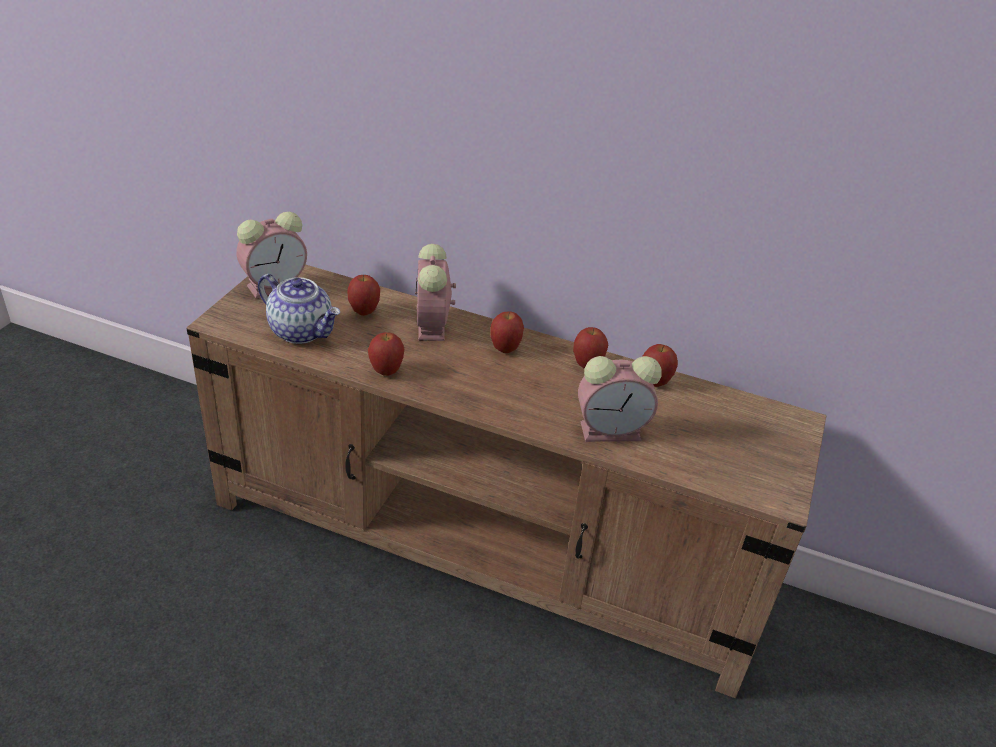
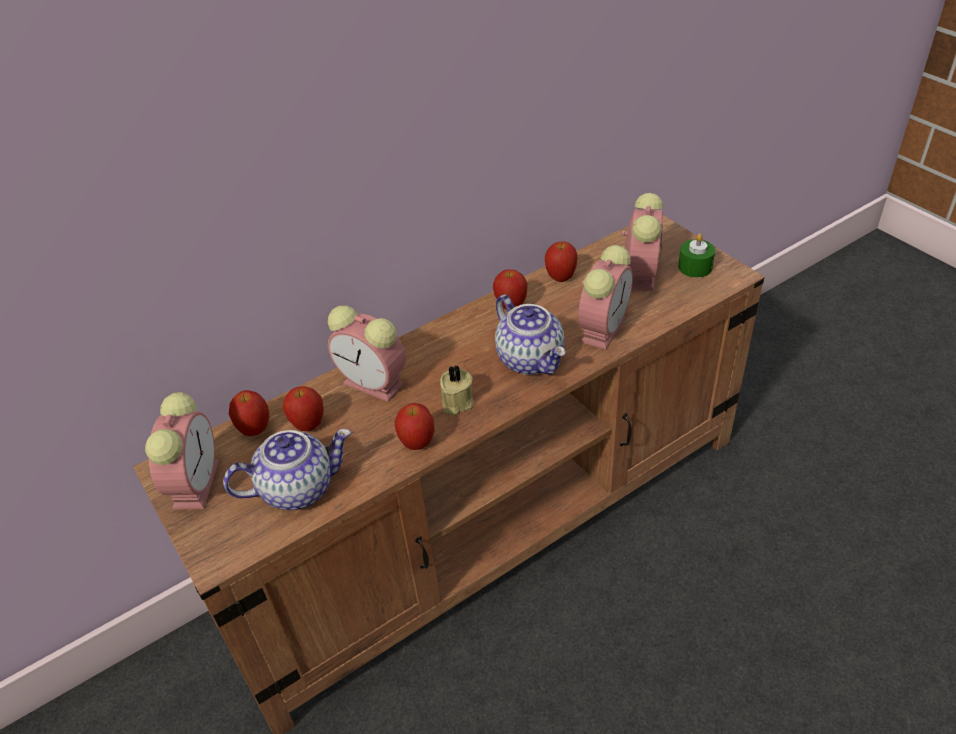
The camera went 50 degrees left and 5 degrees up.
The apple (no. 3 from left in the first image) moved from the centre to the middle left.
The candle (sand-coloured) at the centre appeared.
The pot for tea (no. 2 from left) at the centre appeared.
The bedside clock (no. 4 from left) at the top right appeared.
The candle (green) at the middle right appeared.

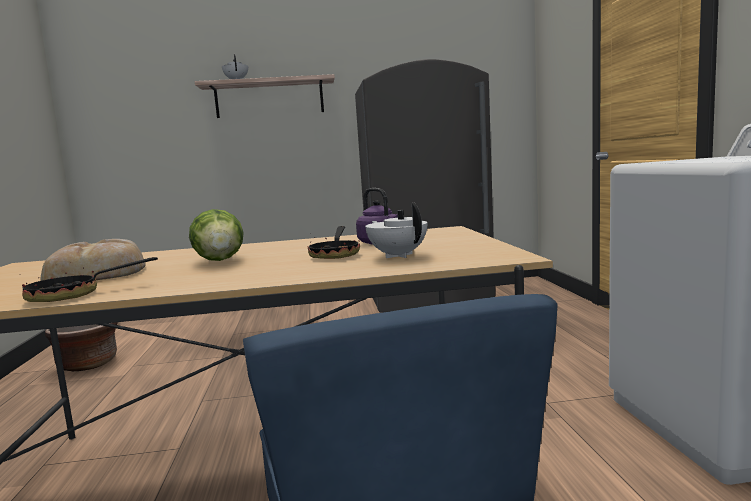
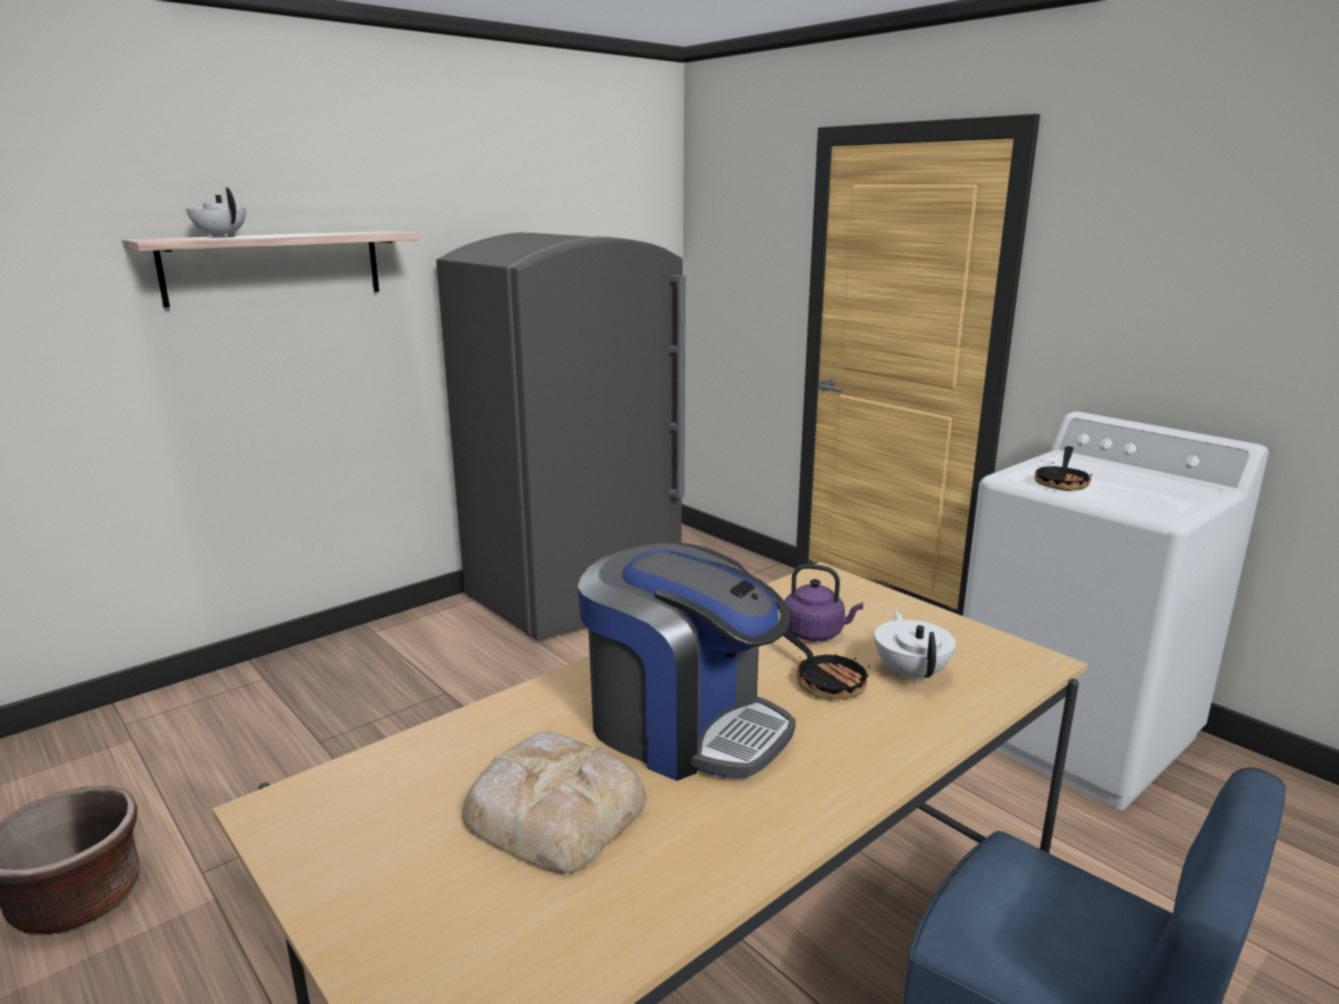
The camera went 35 degrees left and 10 degrees up.
The lettuce at the middle left was replaced by the coffee machine at the centre.
The pot for tea (white) (no. 2 from left) at the centre turned 60 degrees clockwise.
The frying pan (no. 1 from left in the first image) moved from the middle left to the middle right.

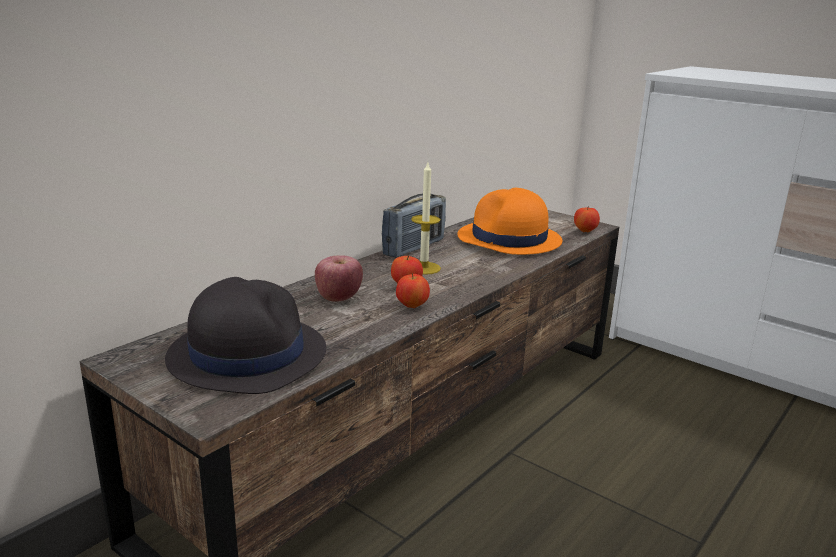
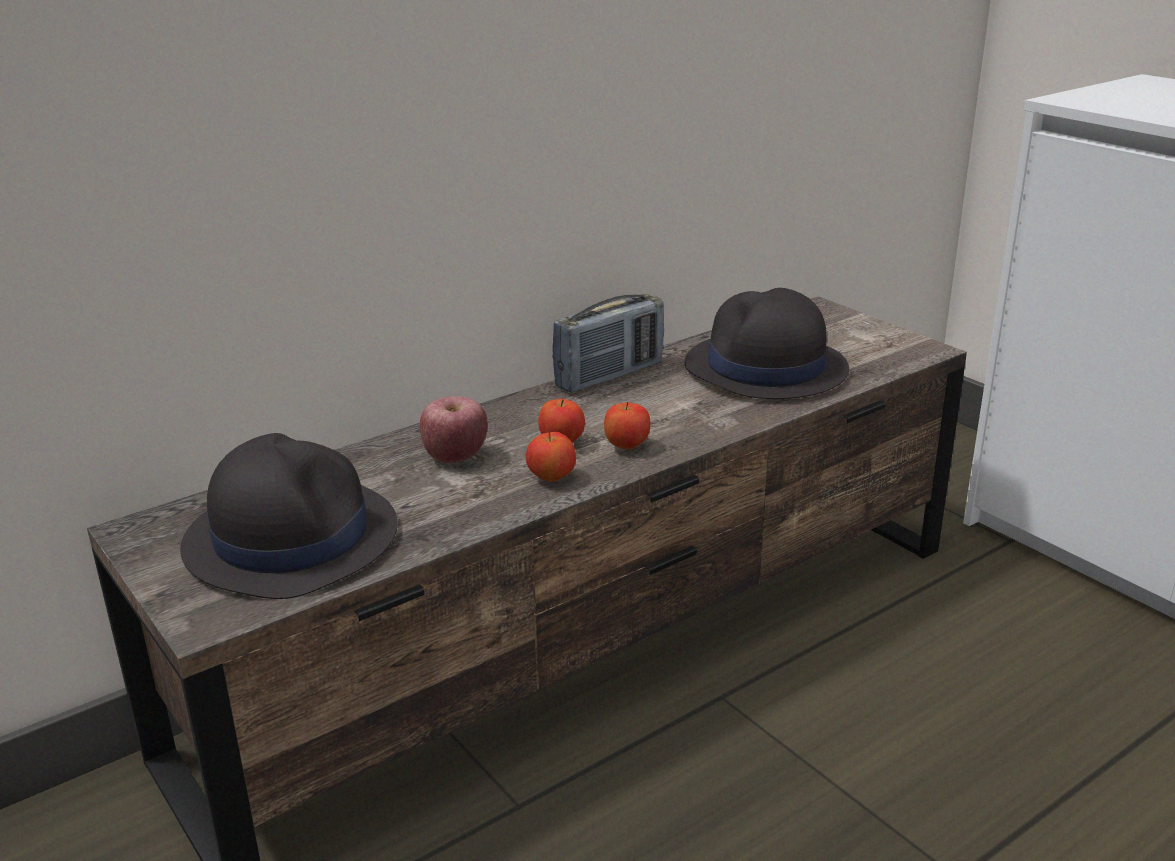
The camera went 15 degrees right and 5 degrees up.
The apple (no. 4 from left) moved from the middle right to the centre.
The wearable hat (orange-coloured) at the centre became the wearable hat (black) (no. 2 from left) at the centre.
The candle at the centre disappeared.

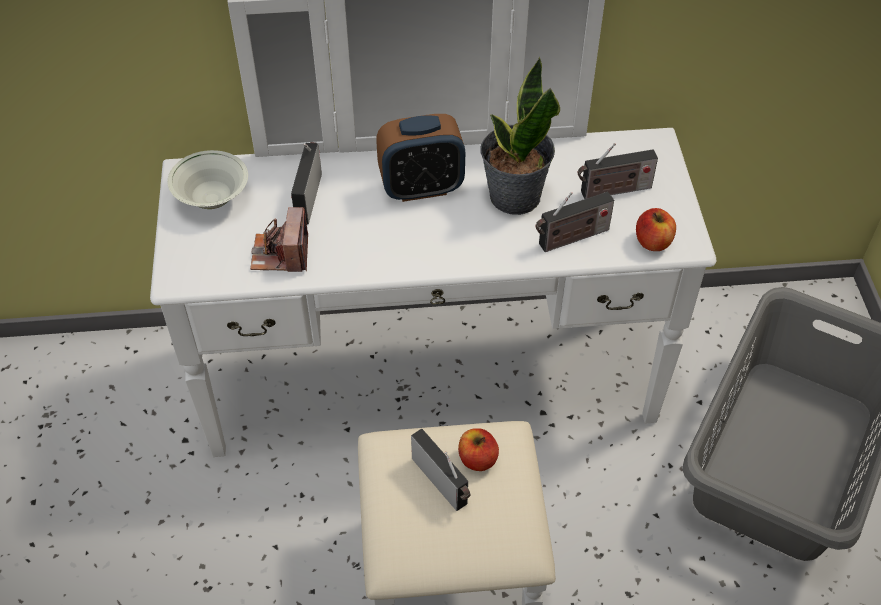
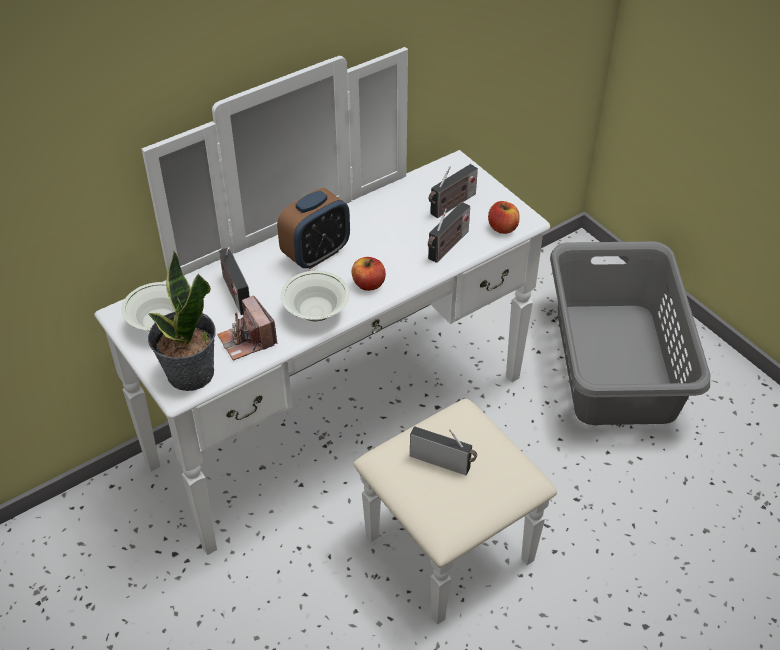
The camera went 30 degrees left and 5 degrees down.
The potted plant moved from the top centre to the middle left.
The serving bowl (white) (no. 2 from left) at the centre appeared.
The apple (no. 1 from left) moved from the bottom centre to the centre.

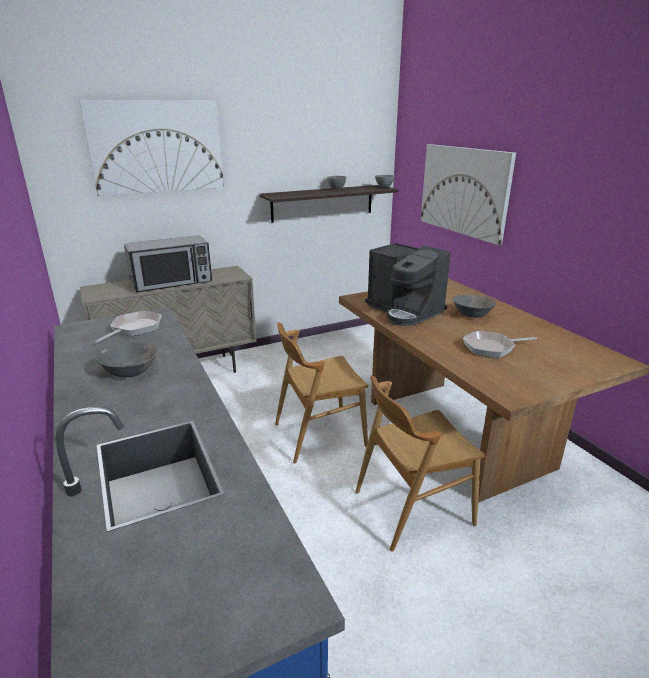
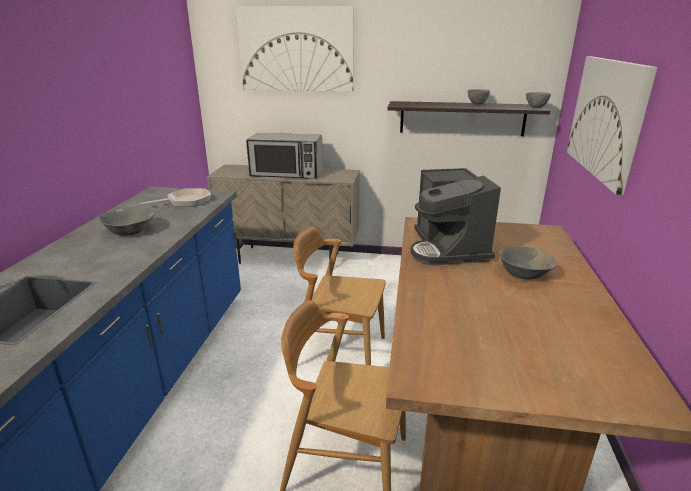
The camera went 35 degrees right and 0 degrees up.
The frying pan (no. 2 from left) at the middle right disappeared.

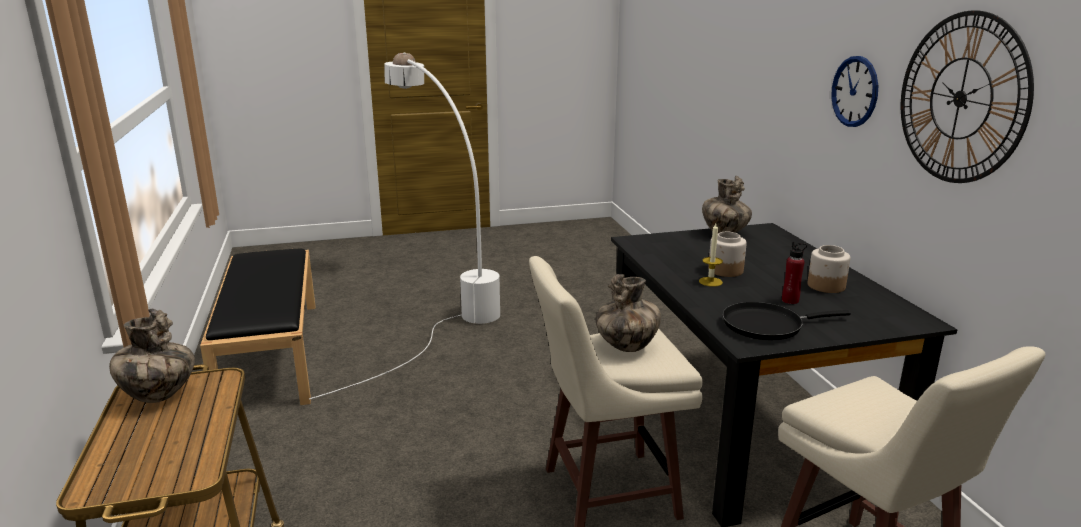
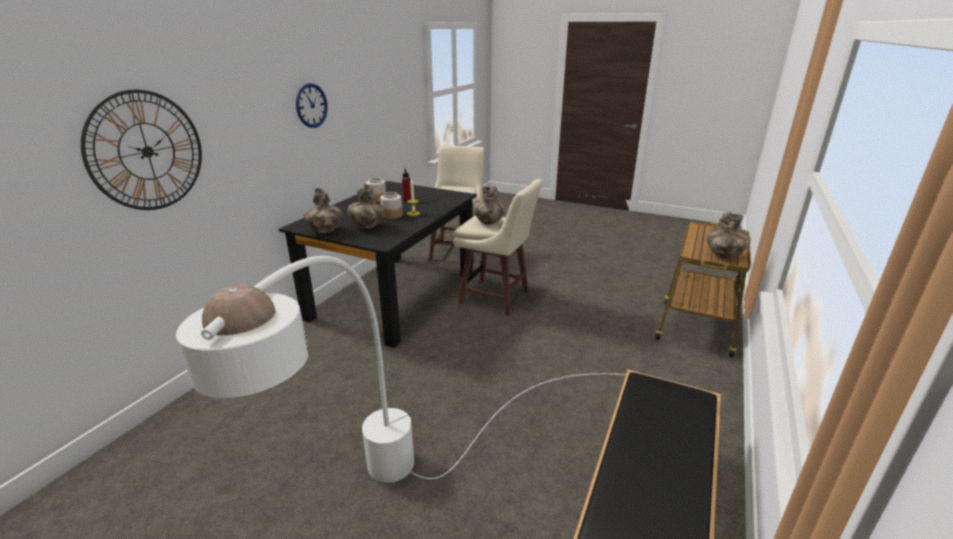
The camera went 140 degrees left and 5 degrees up.
The clock on the wall (no. 2 from left in the first image) moved from the top right to the top left.
The flower vase (no. 2 from left) at the centre appeared.
The frying pan (black) at the middle right disappeared.

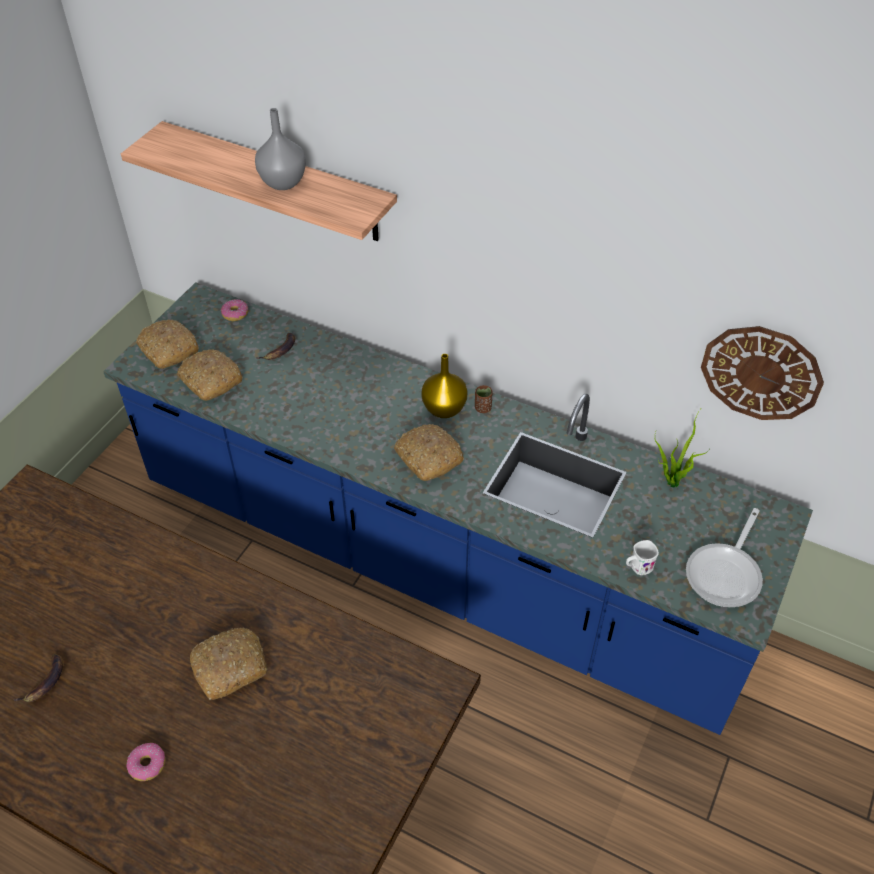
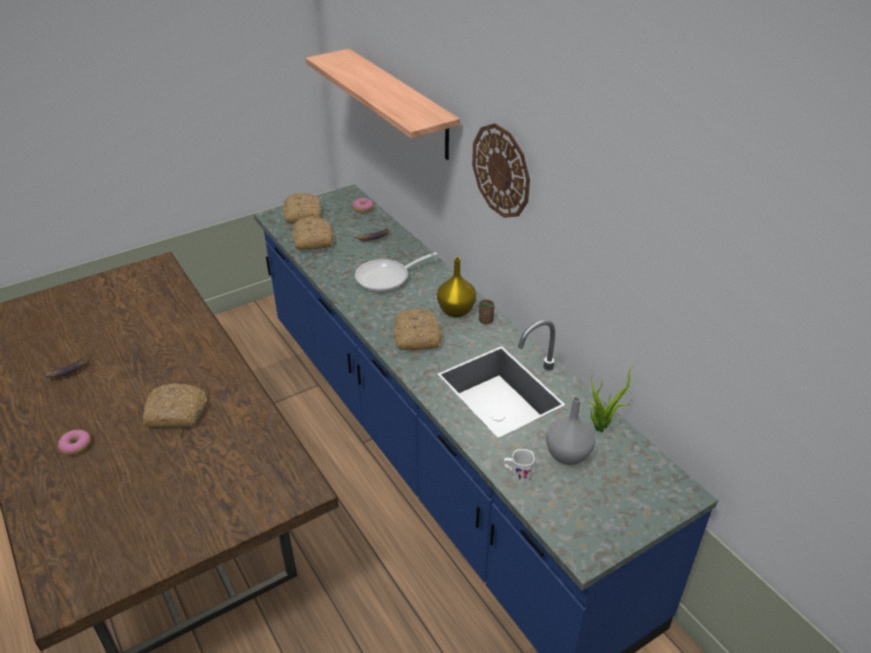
The camera went 30 degrees right and 10 degrees down.
The frying pan moved from the middle right to the centre.
The clock on the wall moved from the middle right to the top centre.
The flower vase (greyish) moved from the top left to the centre.

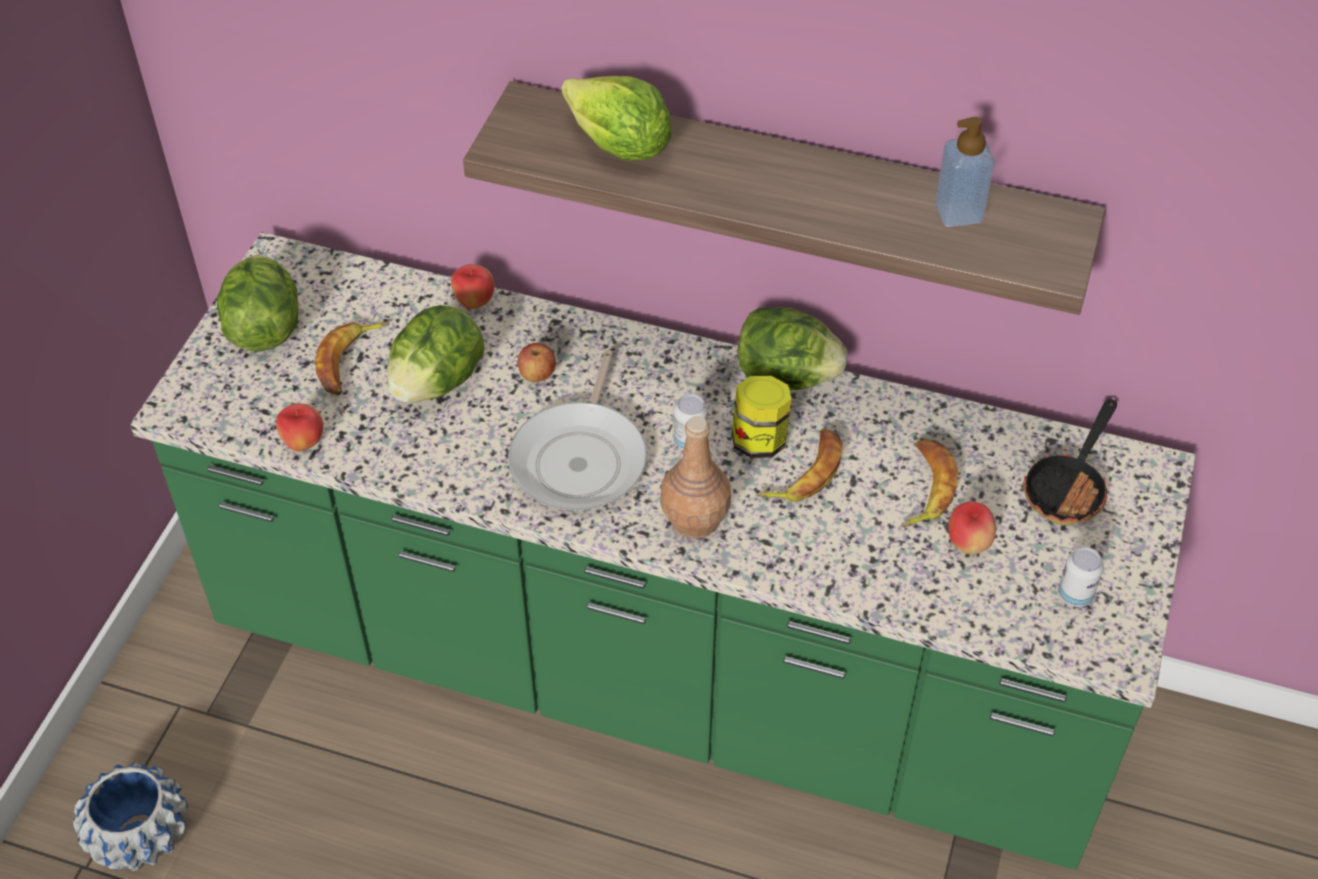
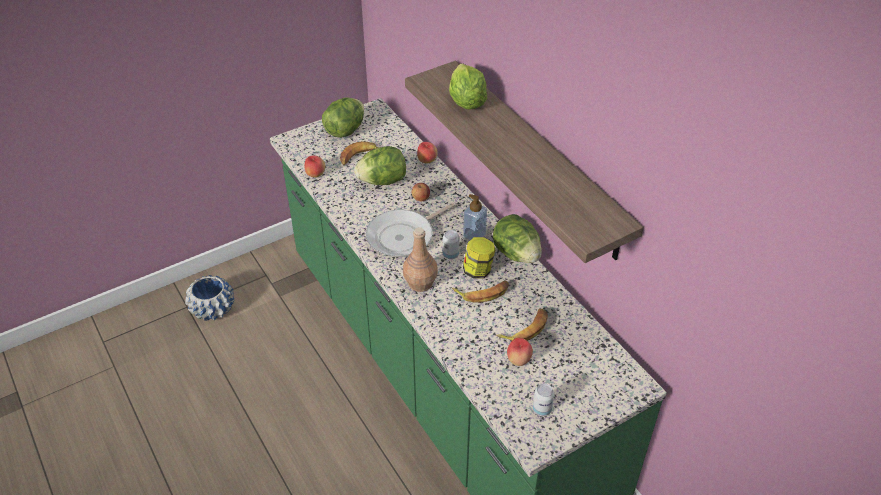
The camera went 40 degrees right and 5 degrees down.
The soap bottle moved from the top right to the centre.
The frying pan (no. 2 from left) at the middle right disappeared.

